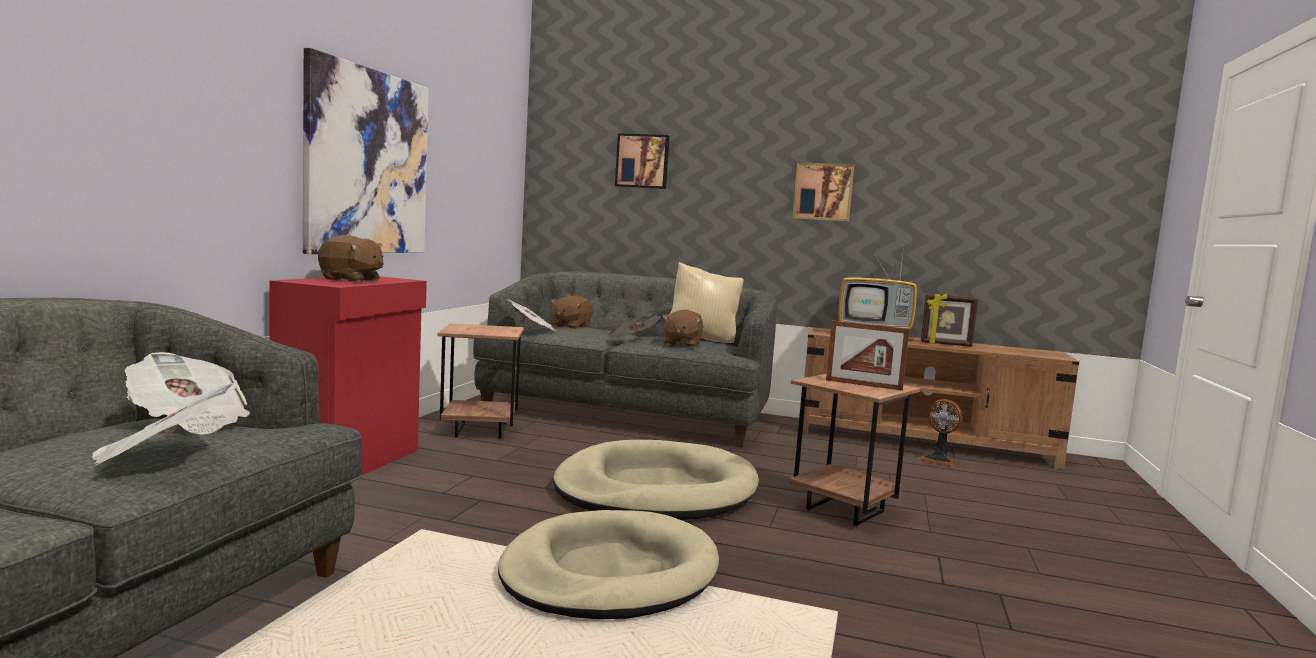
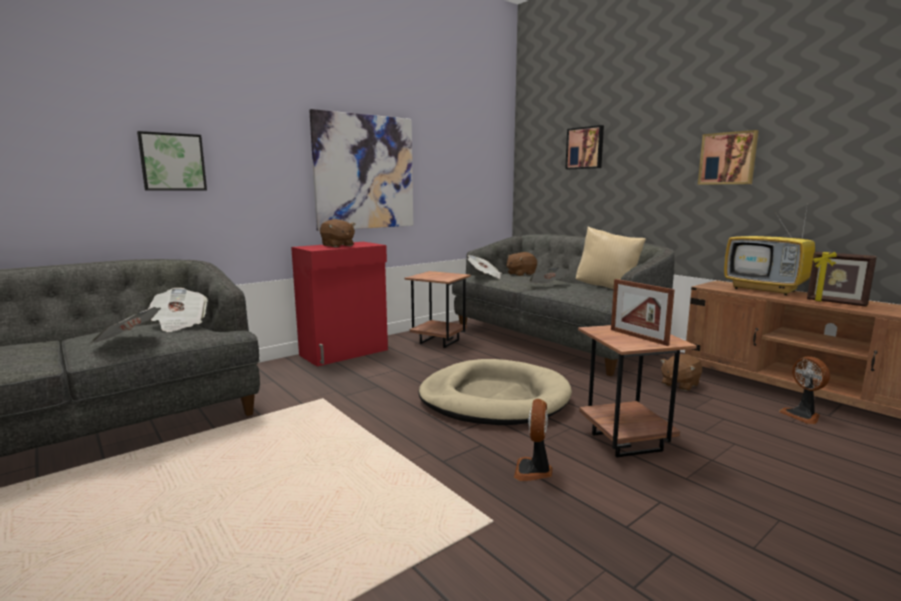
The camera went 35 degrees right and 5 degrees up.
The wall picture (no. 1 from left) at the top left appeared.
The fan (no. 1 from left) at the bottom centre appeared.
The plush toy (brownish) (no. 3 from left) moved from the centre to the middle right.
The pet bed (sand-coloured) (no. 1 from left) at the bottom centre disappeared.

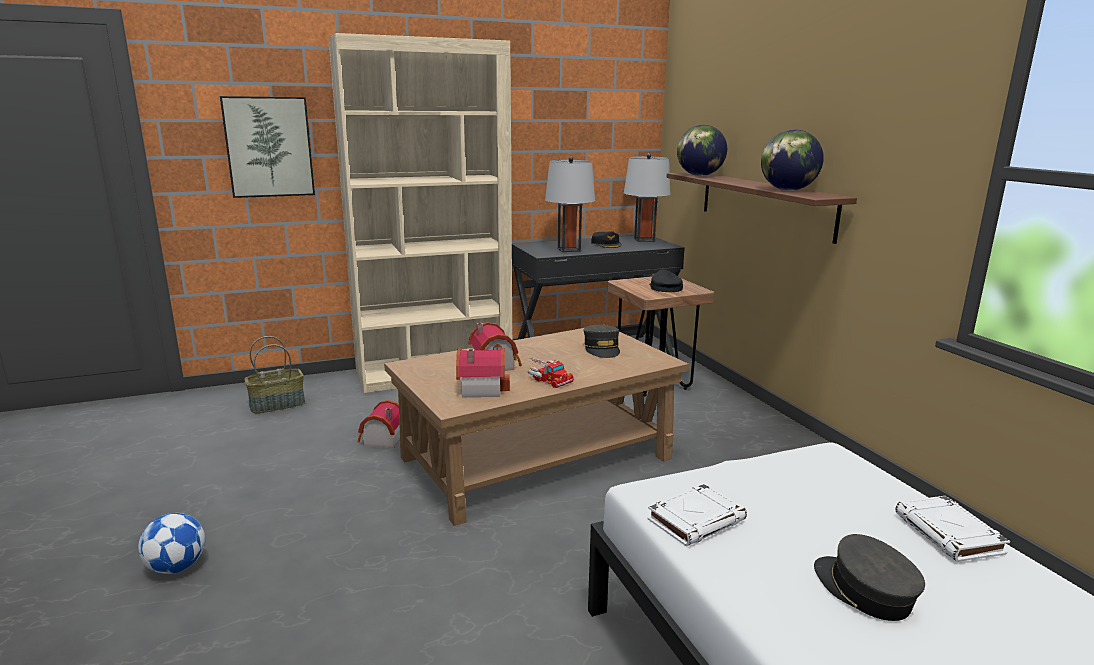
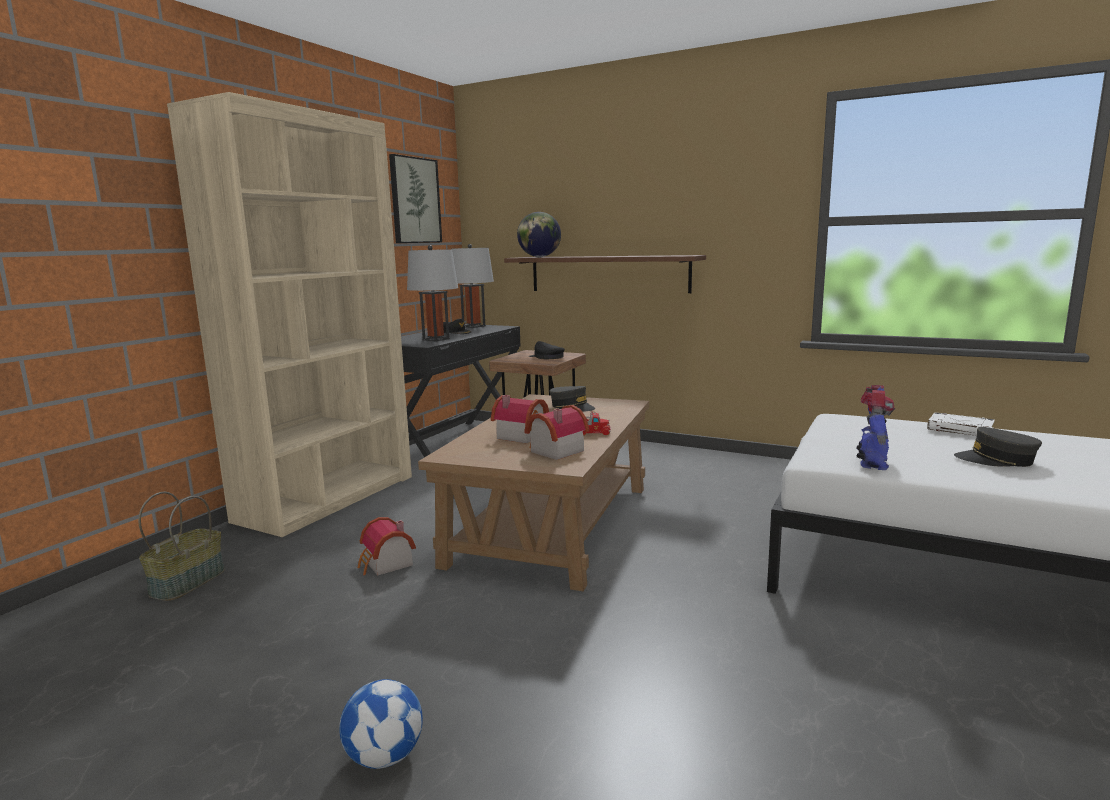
The camera went 40 degrees left and 5 degrees down.
The wall picture moved from the top left to the top centre.
The bound book (white) (no. 1 from left) at the bottom centre was replaced by the model robot at the middle right.
The desk globe (no. 2 from left) at the top right disappeared.

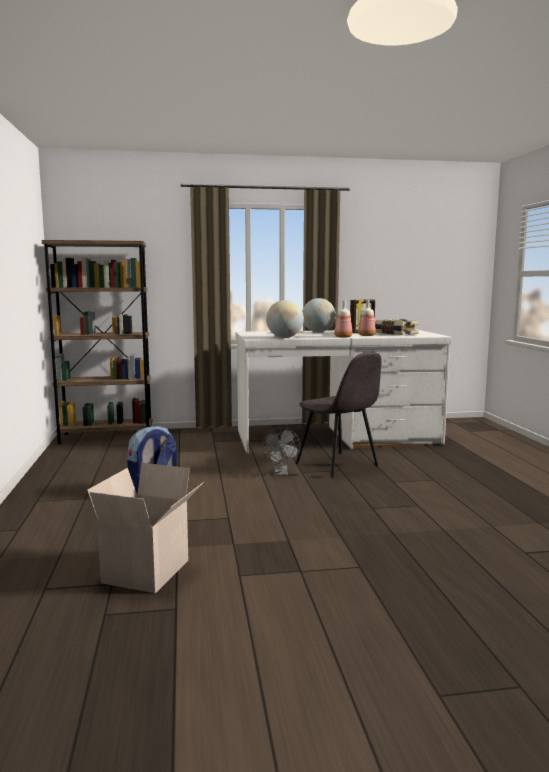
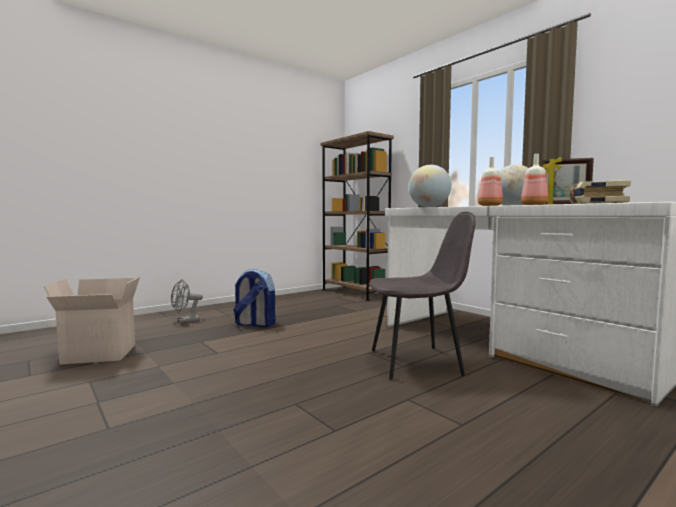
The camera went 60 degrees right and 5 degrees down.
The fan (greyish) moved from the centre to the middle left.
The plain chair (greyish) at the centre turned 120 degrees counterclockwise.

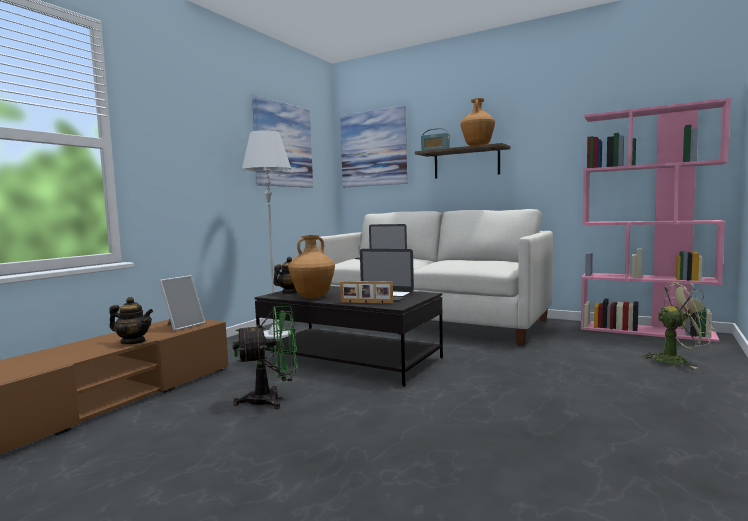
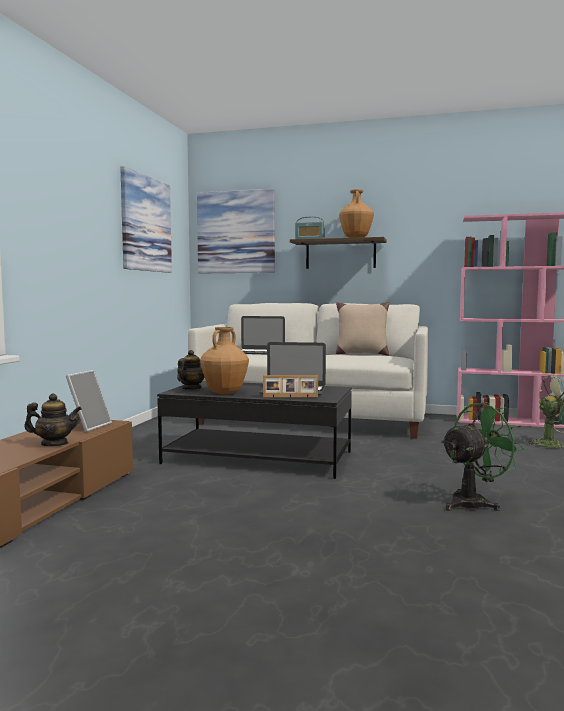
The camera went 15 degrees left and 0 degrees up.
The throw pillow (sand-coloured) at the centre appeared.
The fan (green) (no. 1 from left) moved from the bottom centre to the middle right.
The standard lamp (white) at the centre disappeared.

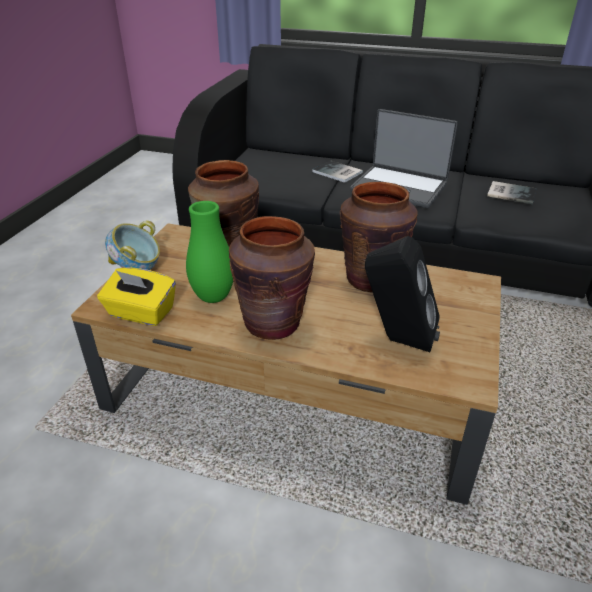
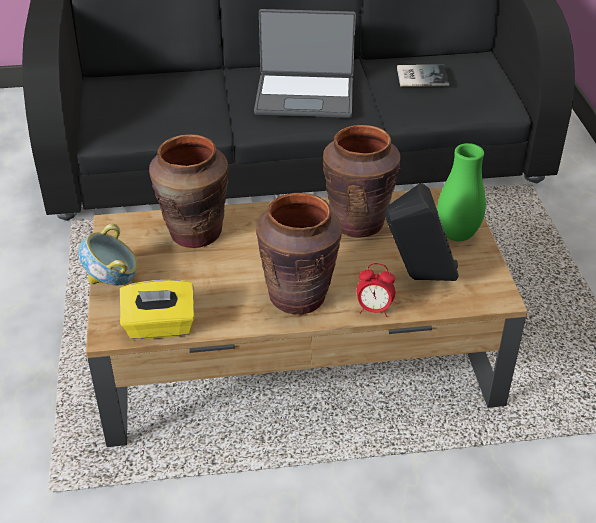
The camera went 25 degrees left and 5 degrees up.
The bedside clock at the centre appeared.
The flower vase (green) moved from the centre to the middle right.
The bound book (no. 1 from left) at the top centre disappeared.

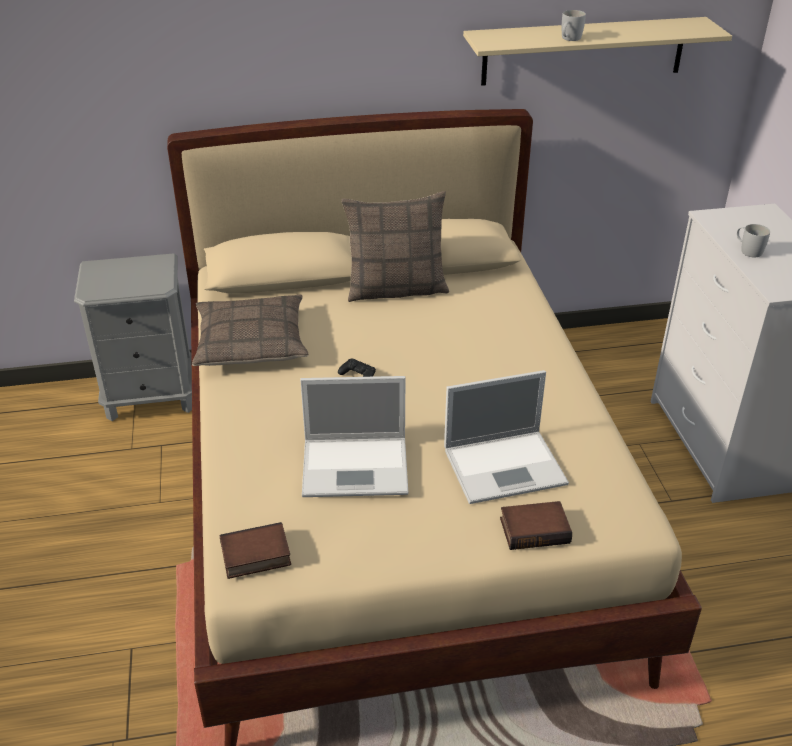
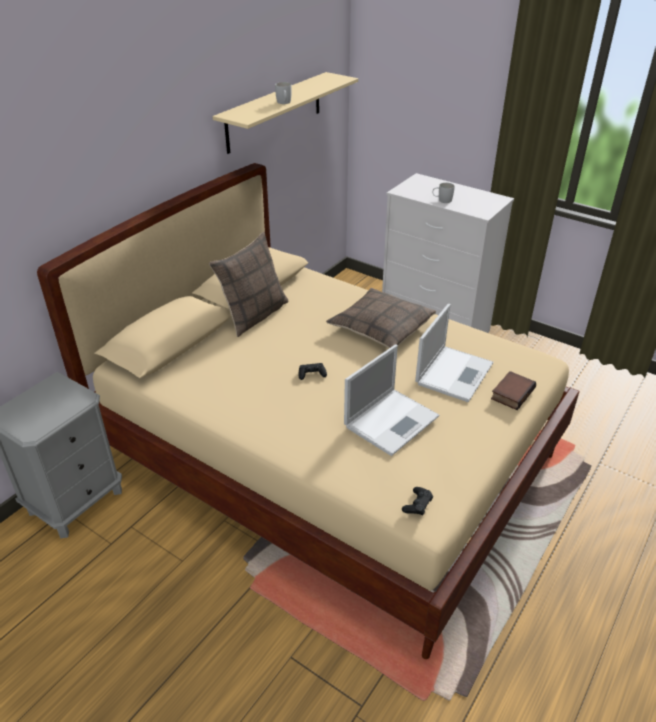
The camera went 45 degrees left and 0 degrees up.
The throw pillow (no. 1 from left in the first image) moved from the middle left to the centre.
The bound book (no. 1 from left) at the bottom left was replaced by the joypad (black) (no. 2 from left) at the bottom centre.

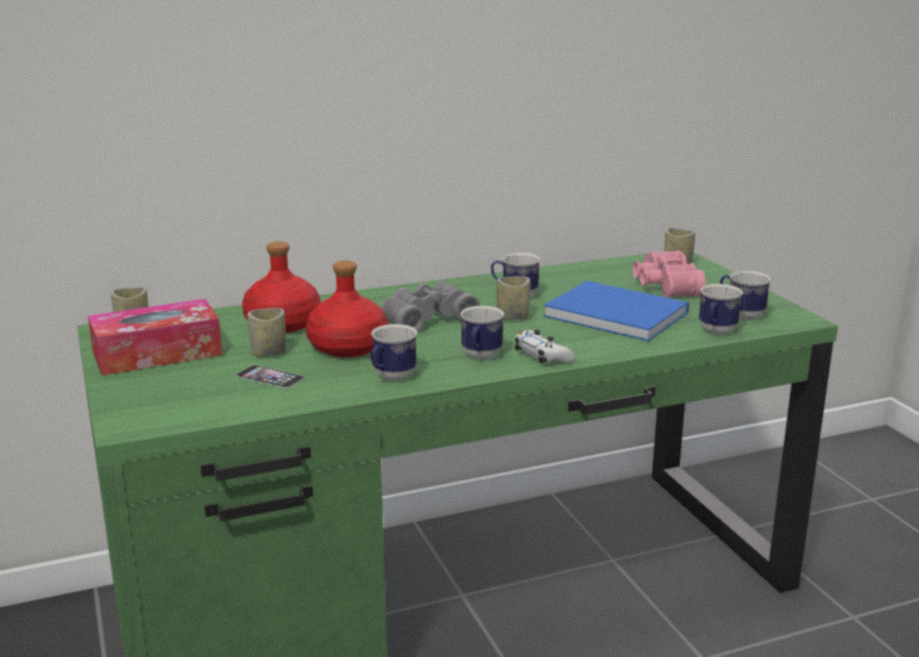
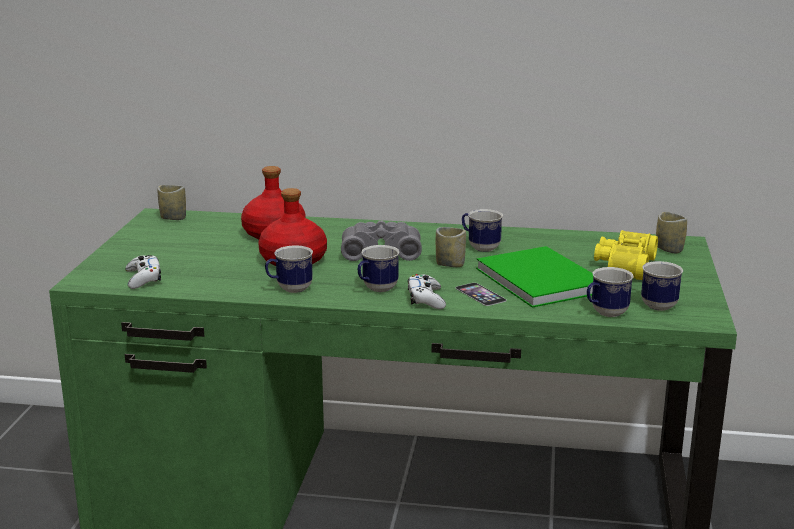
The camera went 30 degrees right and 0 degrees up.
The joypad (white) (no. 1 from left) at the middle left appeared.
The telephone moved from the middle left to the centre.
The bound book (blue) at the middle right became the bound book (green) at the middle right.
The pair of binoculars (pink-coloured) at the middle right became the pair of binoculars (yellowish) at the middle right.
The box of tissues at the middle left disappeared.
The drinking cup (no. 2 from left) at the middle left disappeared.

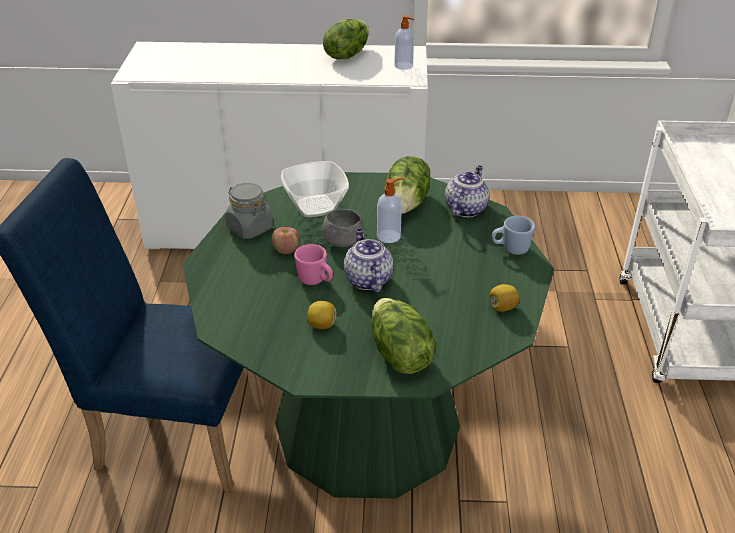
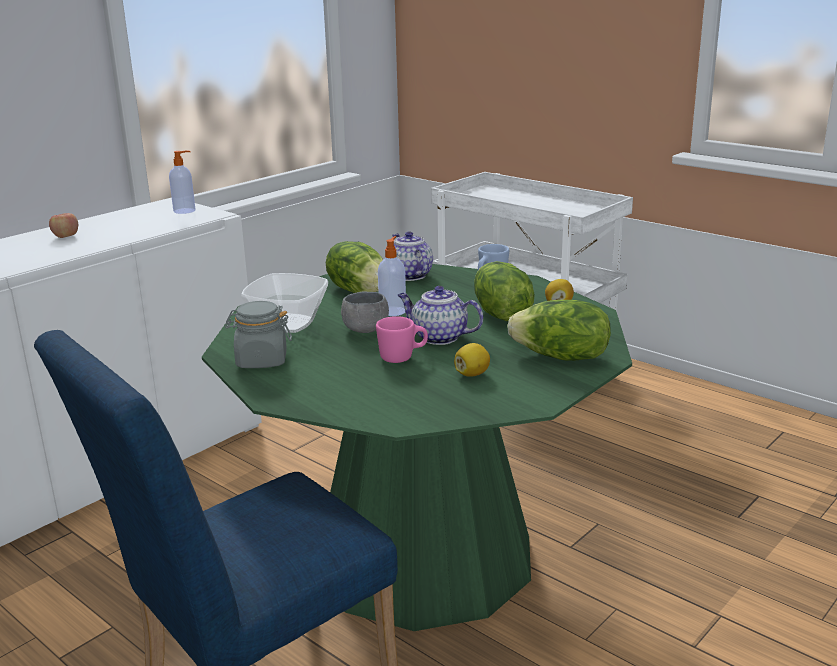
The camera went 50 degrees left and 15 degrees down.
The apple moved from the centre to the middle left.
The lettuce (no. 1 from left in the first image) moved from the top centre to the centre.

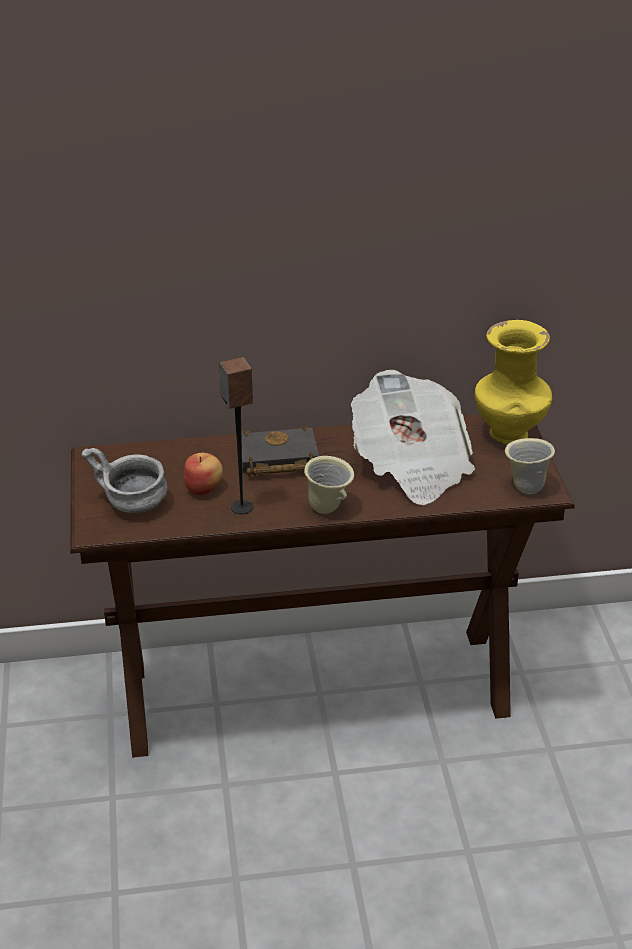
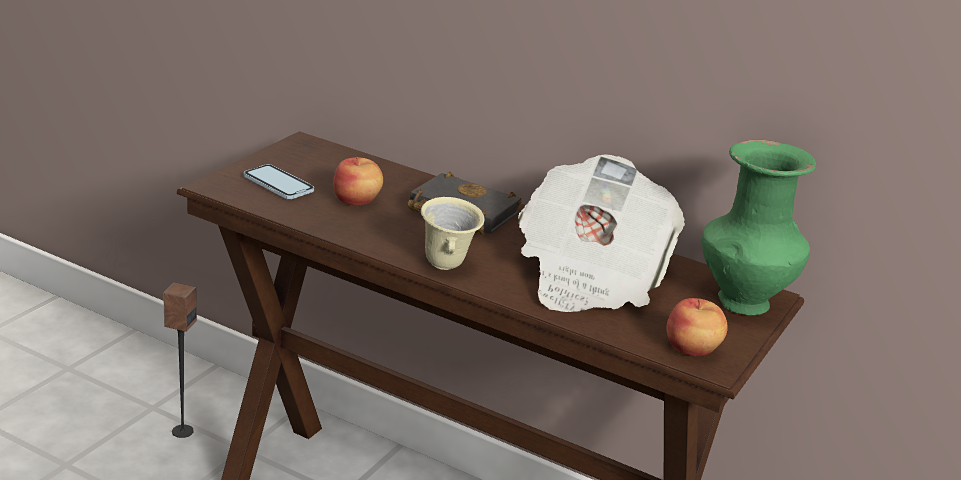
The camera went 35 degrees right and 10 degrees down.
The audio speaker moved from the centre to the bottom left.
The serving bowl (greyish) at the middle left was replaced by the telephone at the middle left.
The tea mug (sand-coloured) (no. 2 from left) at the middle right was replaced by the apple (no. 2 from left) at the bottom right.
The flower vase (yellowish) at the middle right became the flower vase (green) at the middle right.

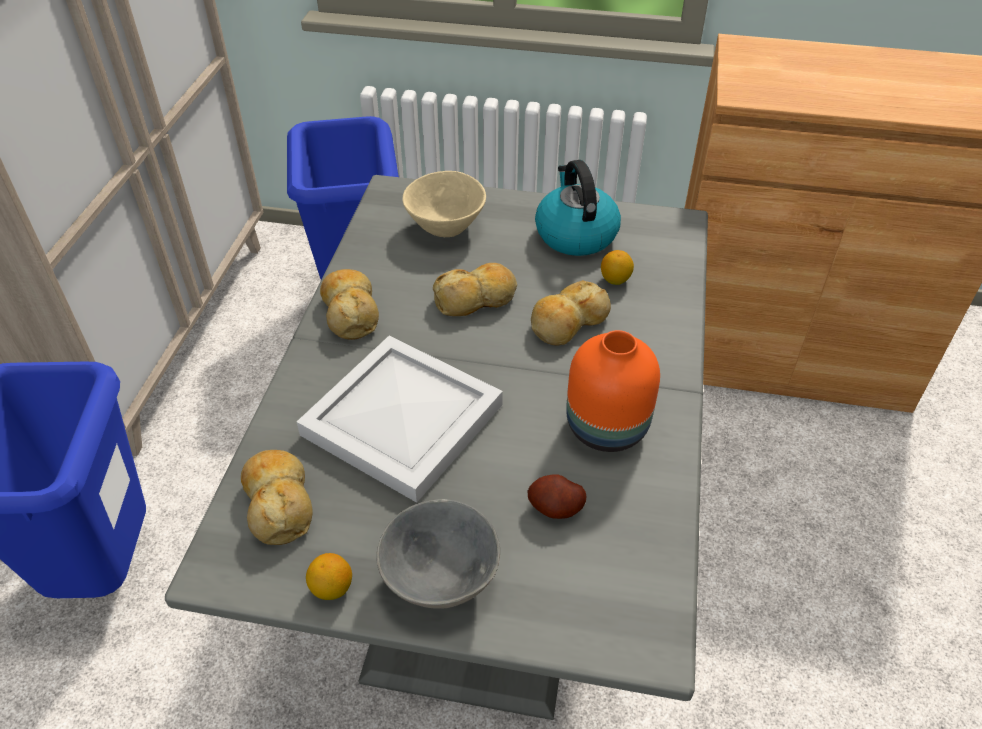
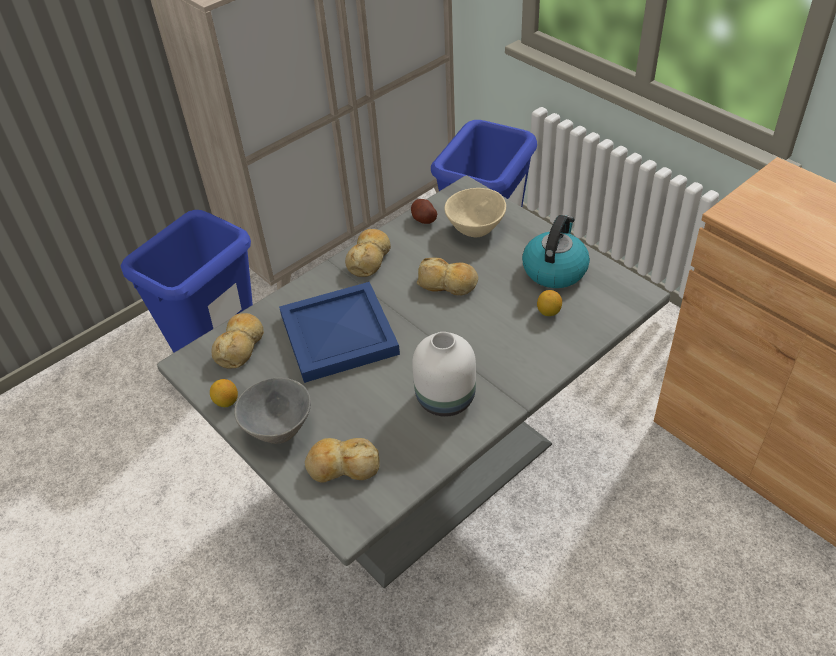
The camera went 40 degrees right and 0 degrees up.
The carrying tray (white) at the centre became the carrying tray (blue) at the centre.
The bread (no. 4 from left in the first image) moved from the centre to the bottom centre.
The whole potato moved from the bottom centre to the top centre.
The flower vase (orange-coloured) at the centre became the flower vase (white) at the centre.

